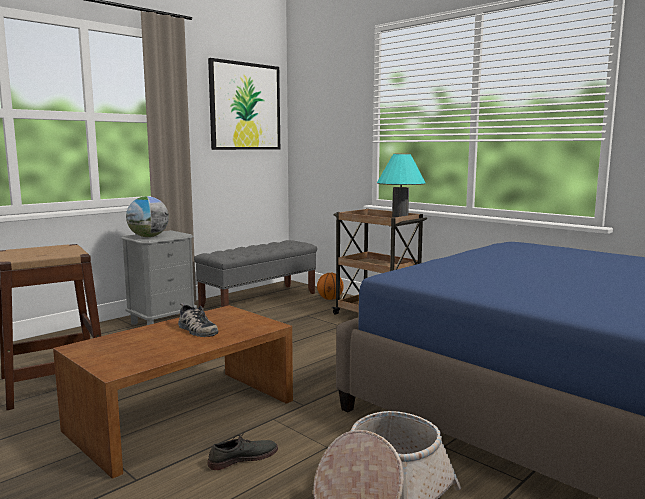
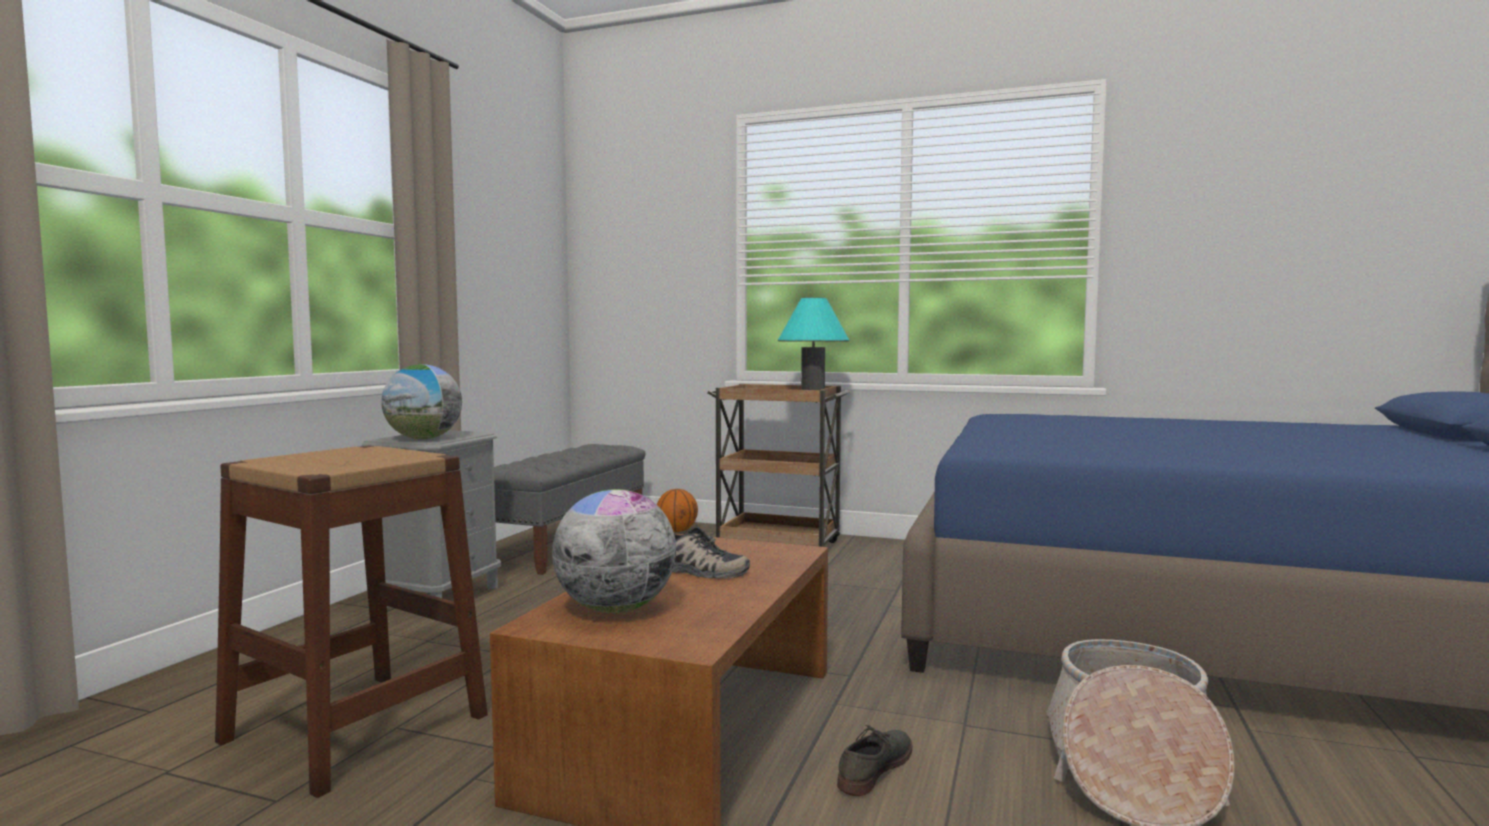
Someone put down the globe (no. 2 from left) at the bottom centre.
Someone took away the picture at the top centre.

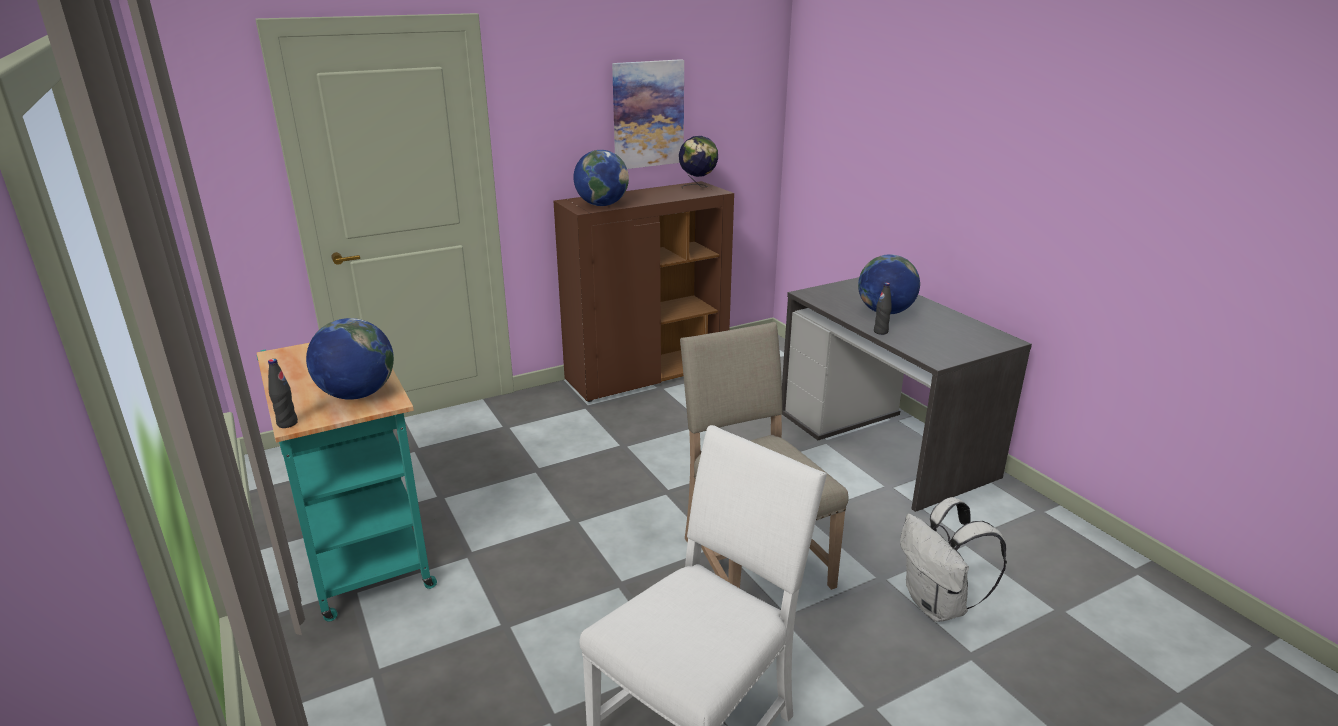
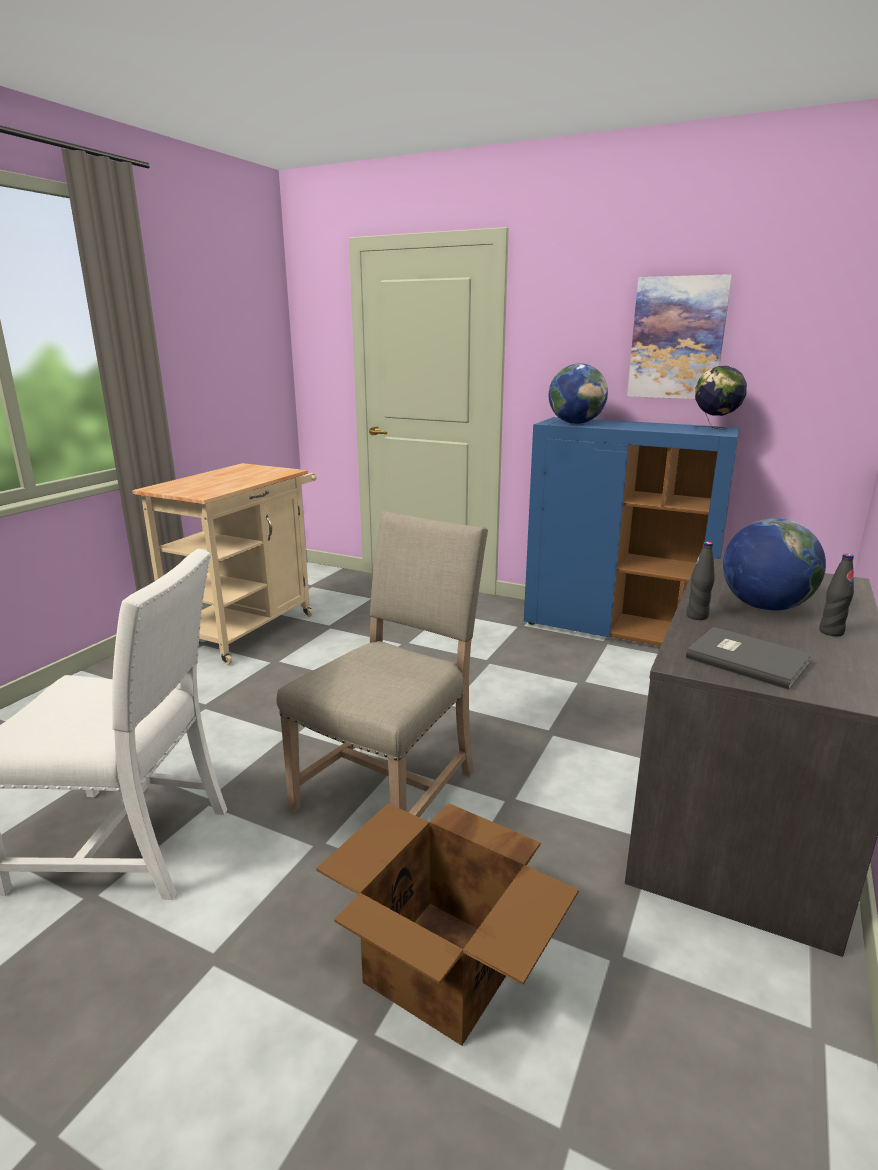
Someone repainted the turquoise cart at the middle left, which became the beige cart at the middle left.
Someone swapped the white backpack at the bottom right for the cardboard box at the bottom centre.
Someone repainted the brown cabinet at the centre, which became the blue cabinet at the middle right.
Someone put down the grey book at the middle right.
Someone carried the black bottle (no. 1 from left in the first image) from the middle left to the middle right.
Someone took away the globe (no. 1 from left) at the middle left.

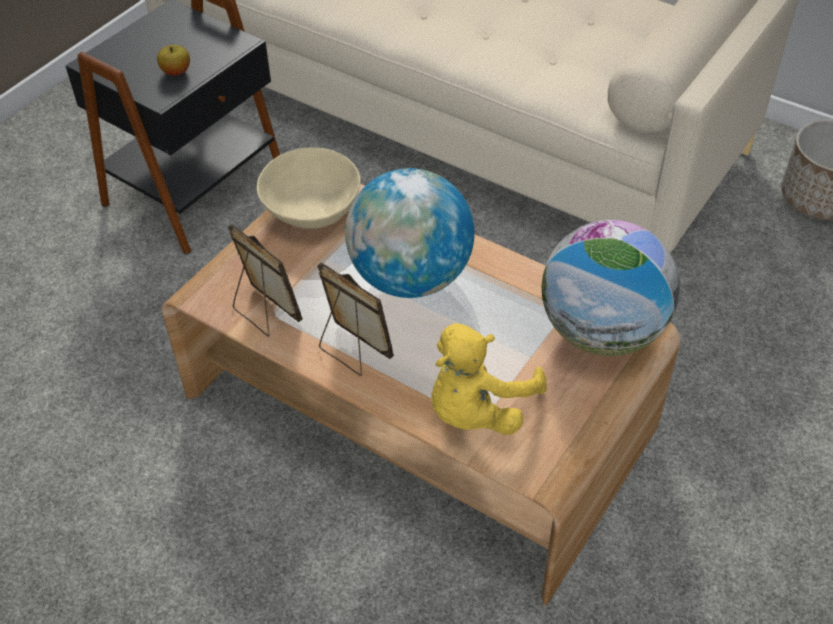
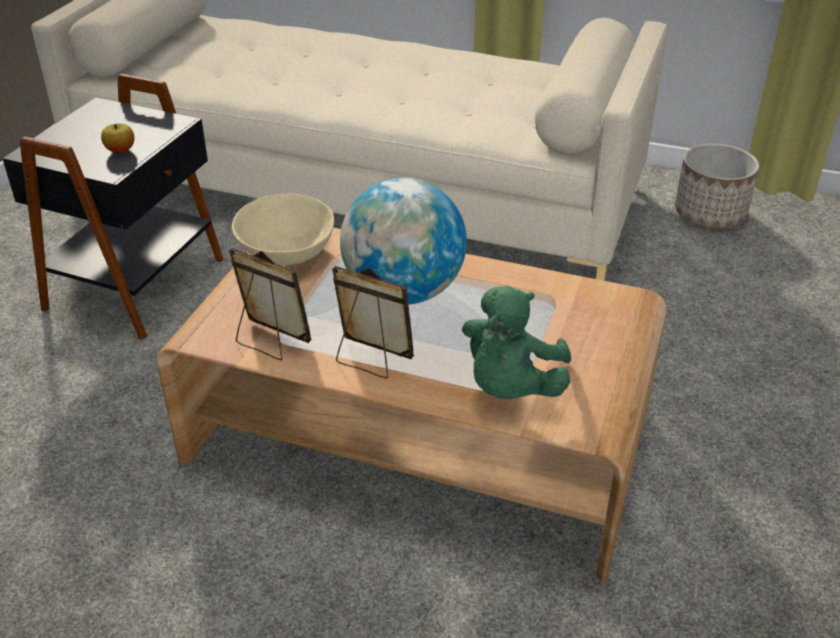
Someone repainted the yellow plush toy at the centre, which became the green plush toy at the centre.
Someone took away the globe (no. 2 from left) at the middle right.

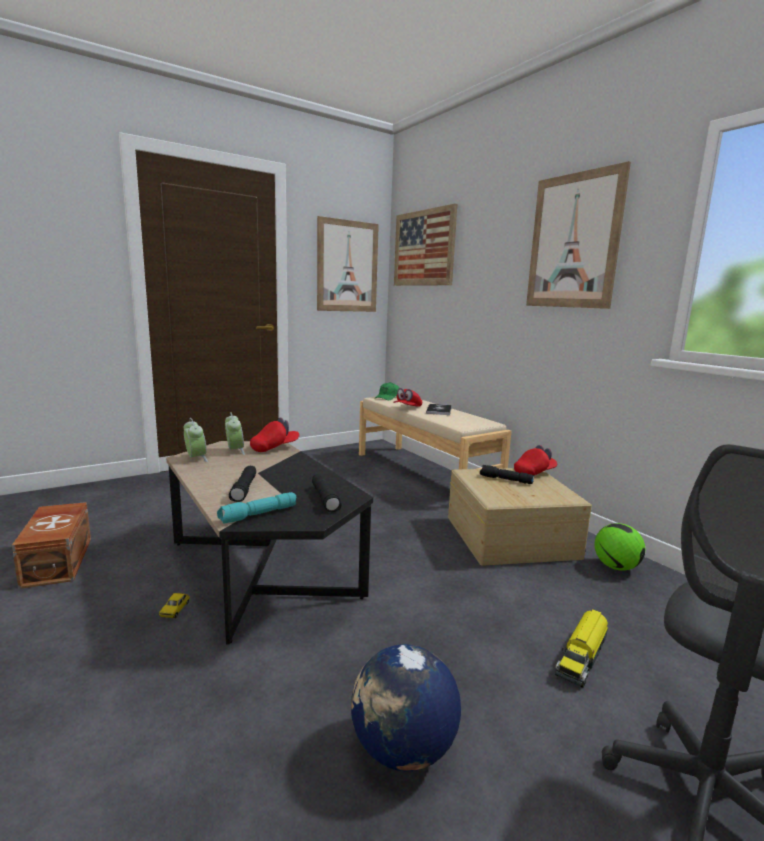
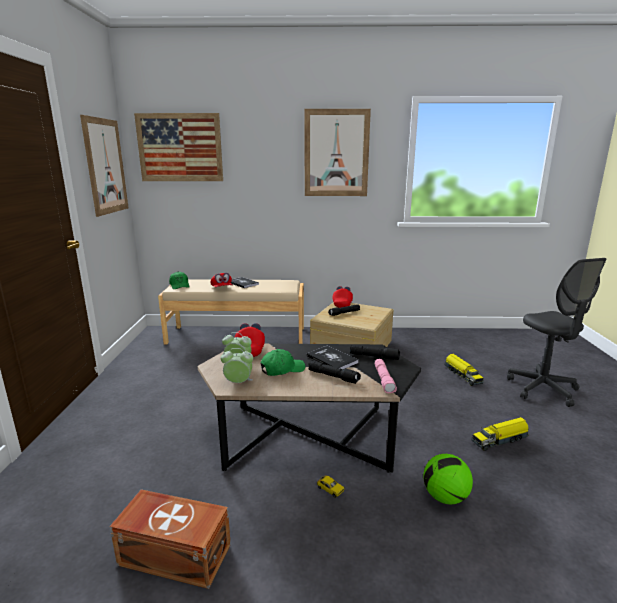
Someone put down the green cap (no. 2 from left) at the centre.
Someone put down the book (no. 2 from left) at the centre.
Someone repainted the turquoise flashlight at the centre, which became the pink flashlight at the centre.
Someone carried the football from the middle right to the bottom right.
Someone swapped the globe at the bottom centre for the toy truck (no. 2 from left) at the bottom right.

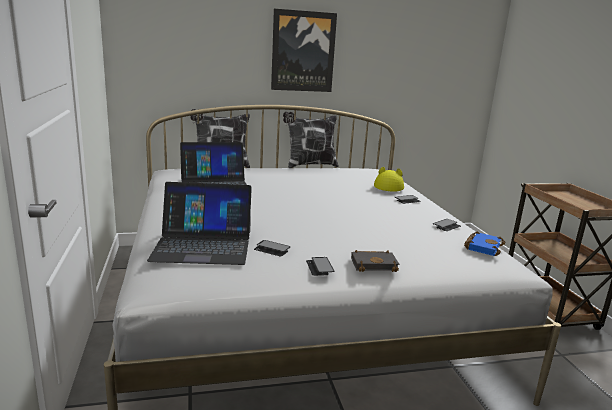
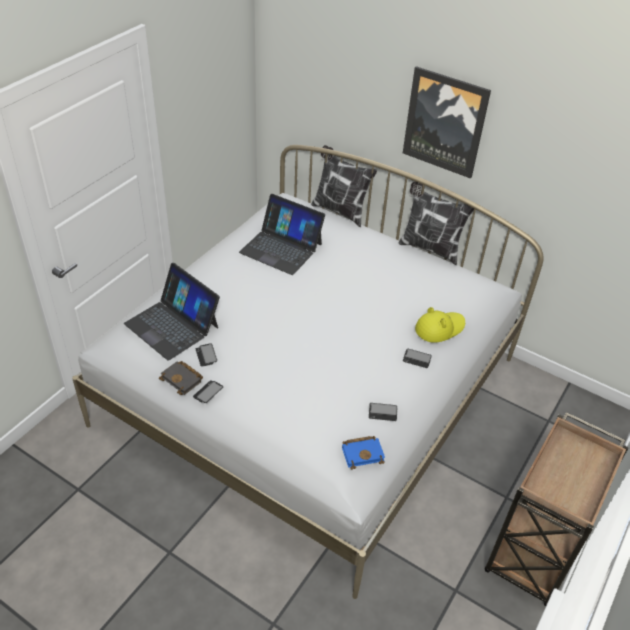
Someone carried the black book from the centre to the middle left.

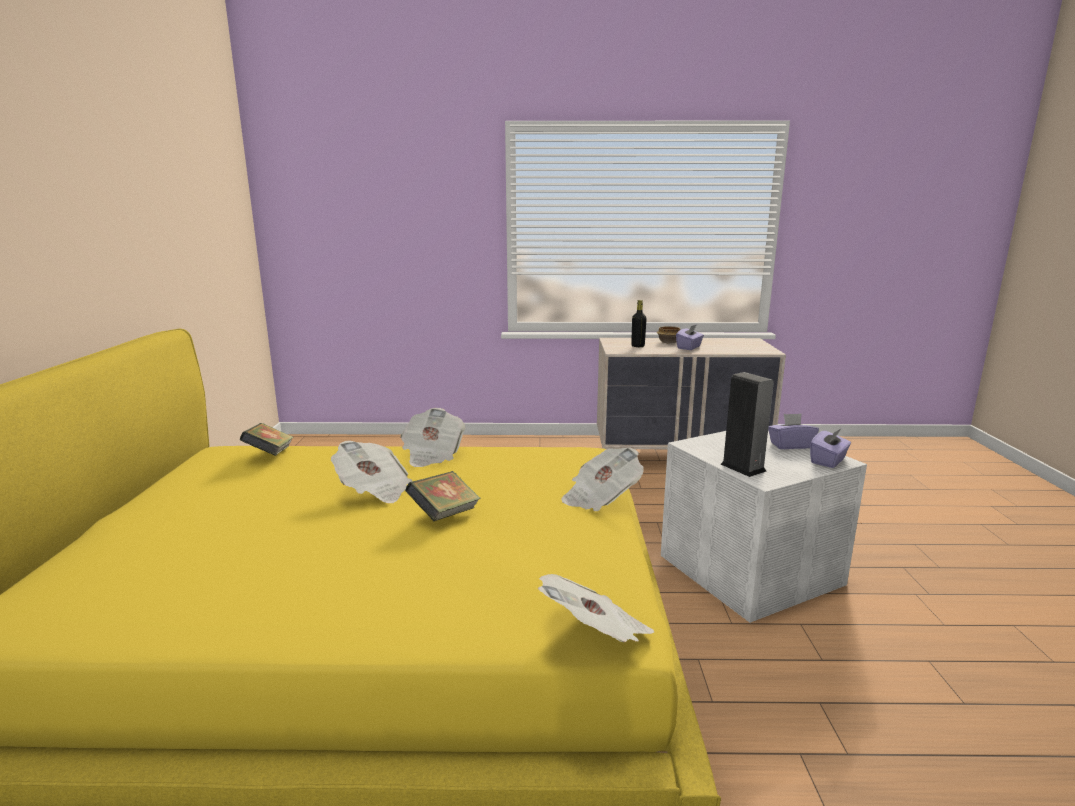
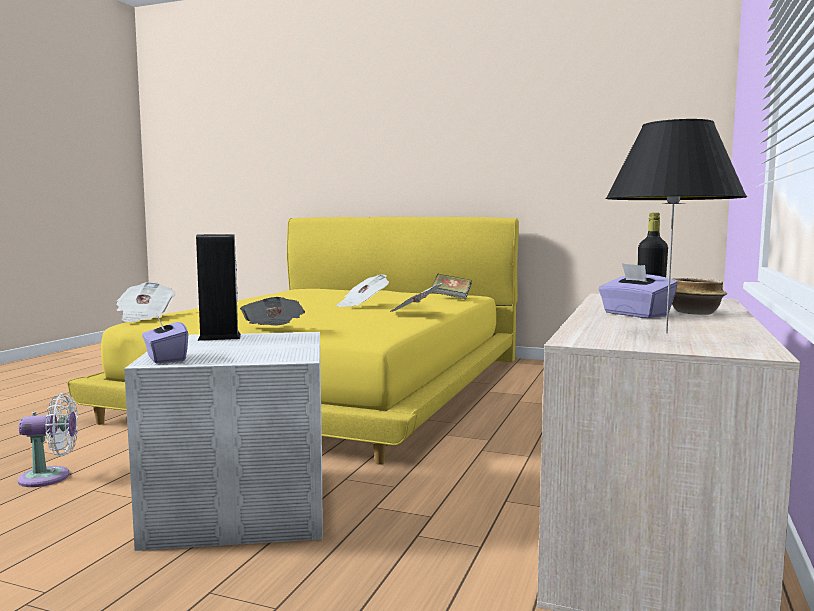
Someone put down the white fan at the bottom left.
Someone put down the black table lamp at the middle right.
Someone took away the book (no. 2 from left) at the centre.
Someone took away the purple tissue box (no. 2 from left) at the middle right.

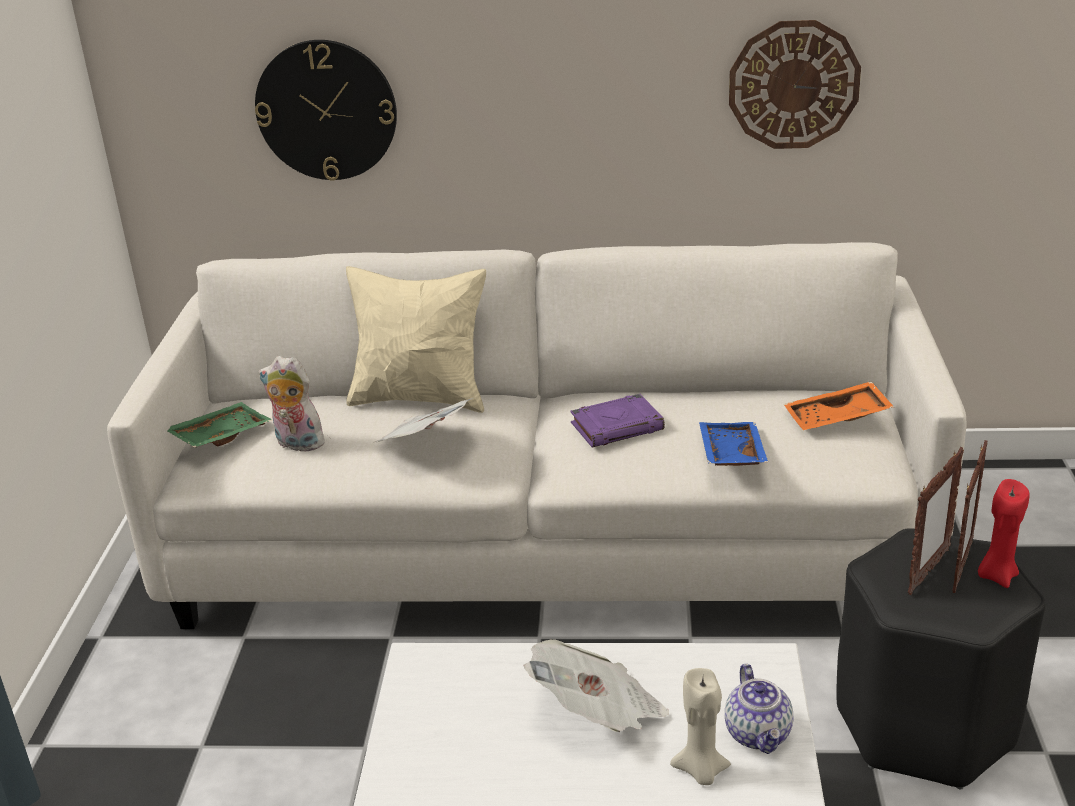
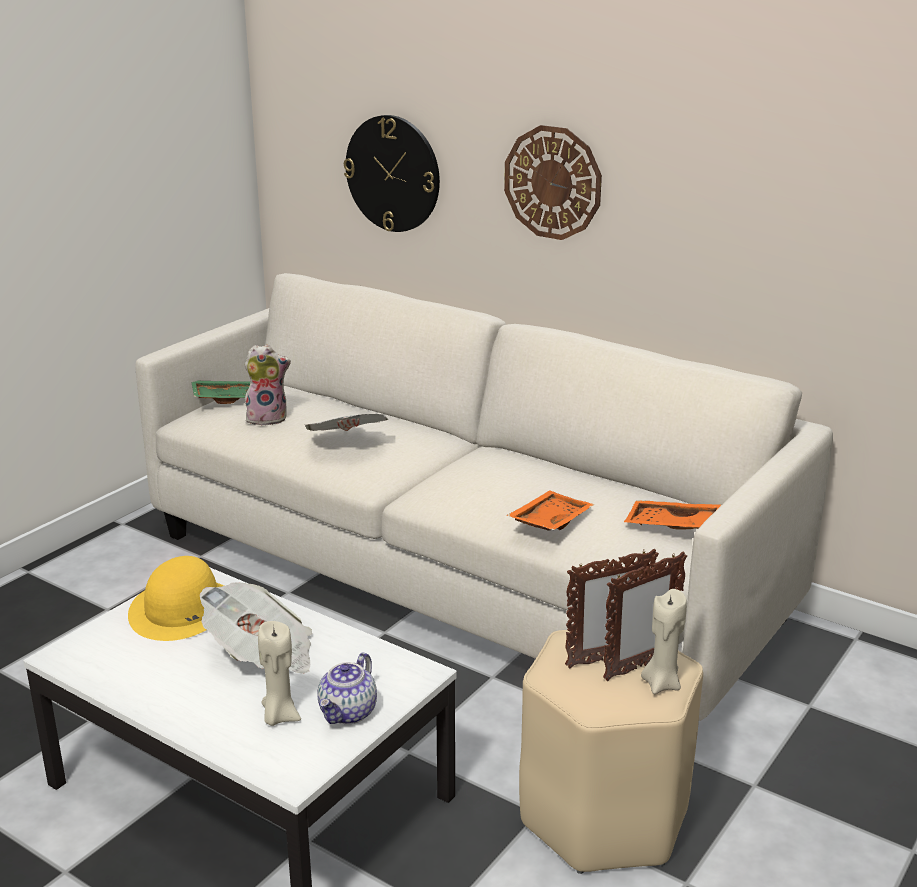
Someone put down the yellow hat at the bottom left.
Someone rotated the plush toy at the middle left by 120 degrees clockwise.
Someone carried the wall clock (no. 2 from left) from the top right to the top centre.
Someone repainted the blue tray at the middle right, which became the orange tray (no. 1 from left) at the centre.
Someone repainted the black stool at the bottom right, which became the beige stool at the bottom centre.
Someone repainted the red candle at the middle right, which became the beige candle (no. 2 from left) at the bottom right.
Someone took away the beige pillow at the centre.
Someone took away the purple book at the centre.

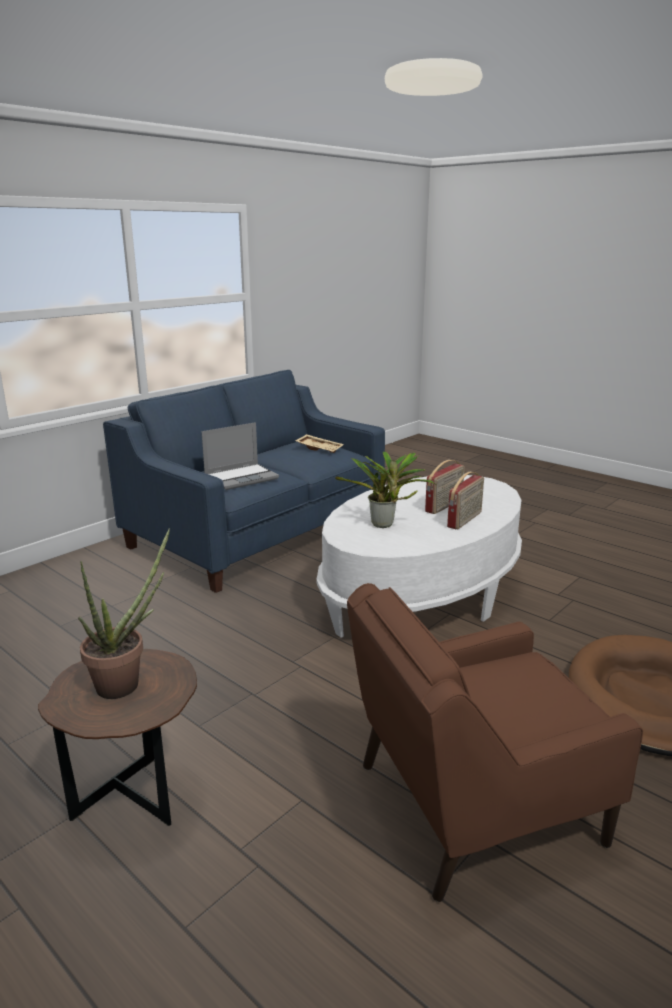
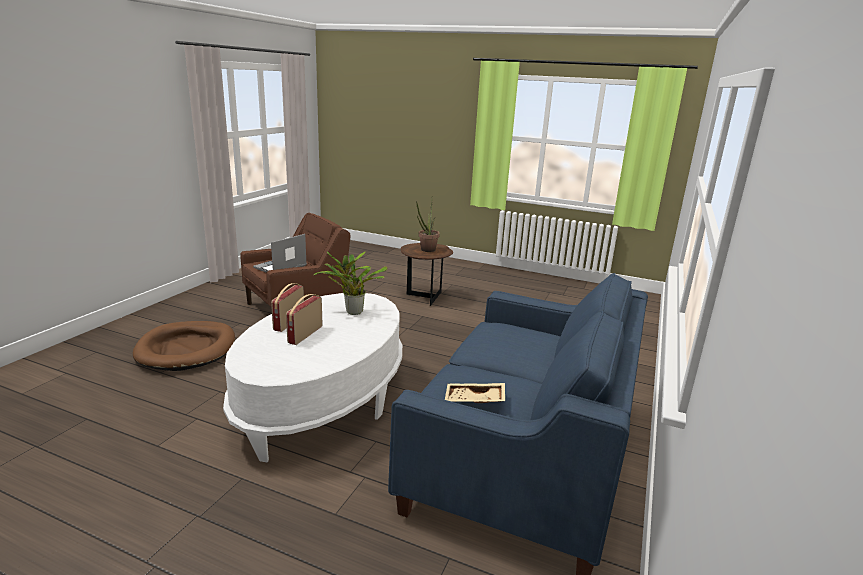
Someone carried the laptop from the centre to the middle left.

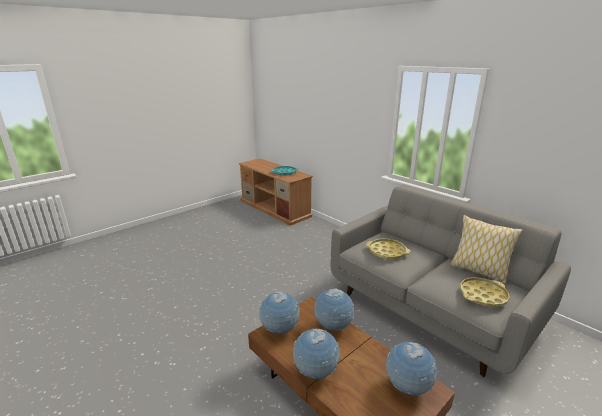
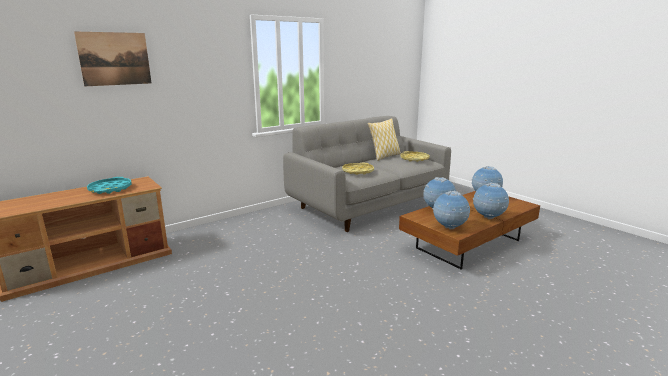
Someone put up the picture at the top left.

